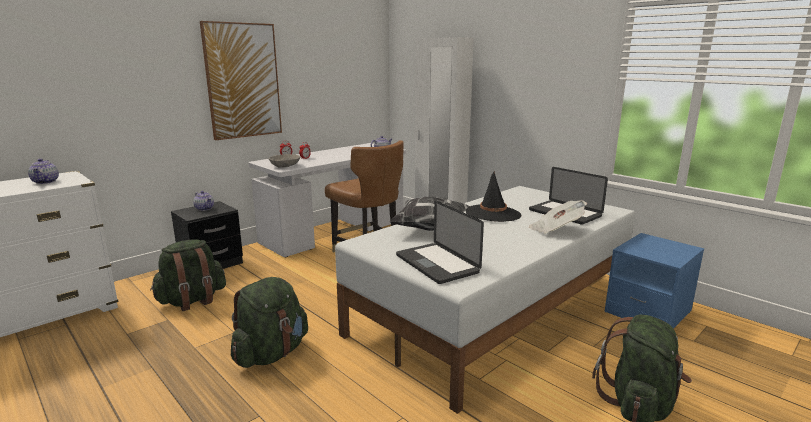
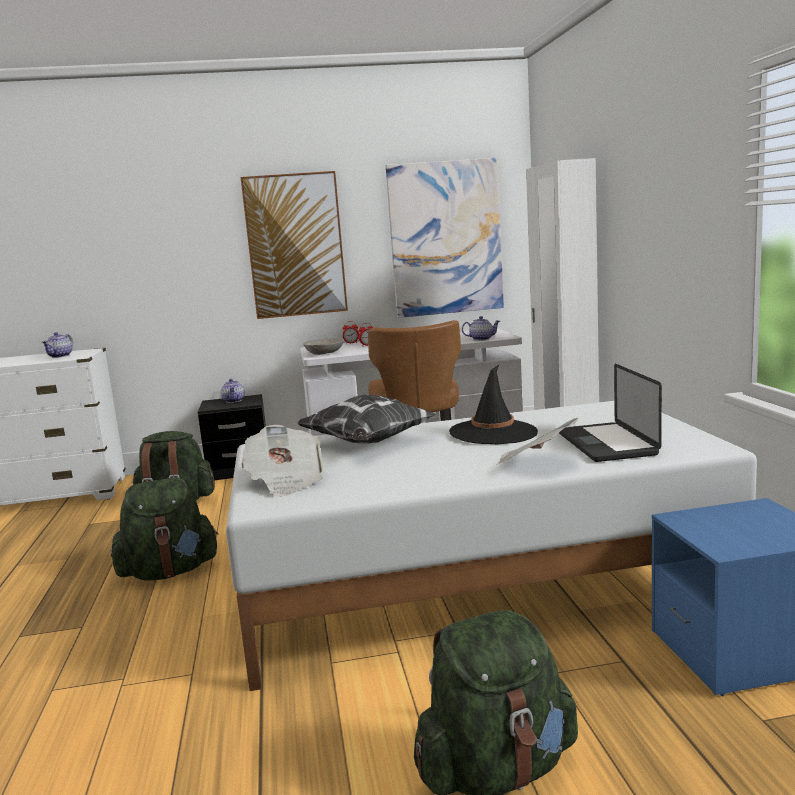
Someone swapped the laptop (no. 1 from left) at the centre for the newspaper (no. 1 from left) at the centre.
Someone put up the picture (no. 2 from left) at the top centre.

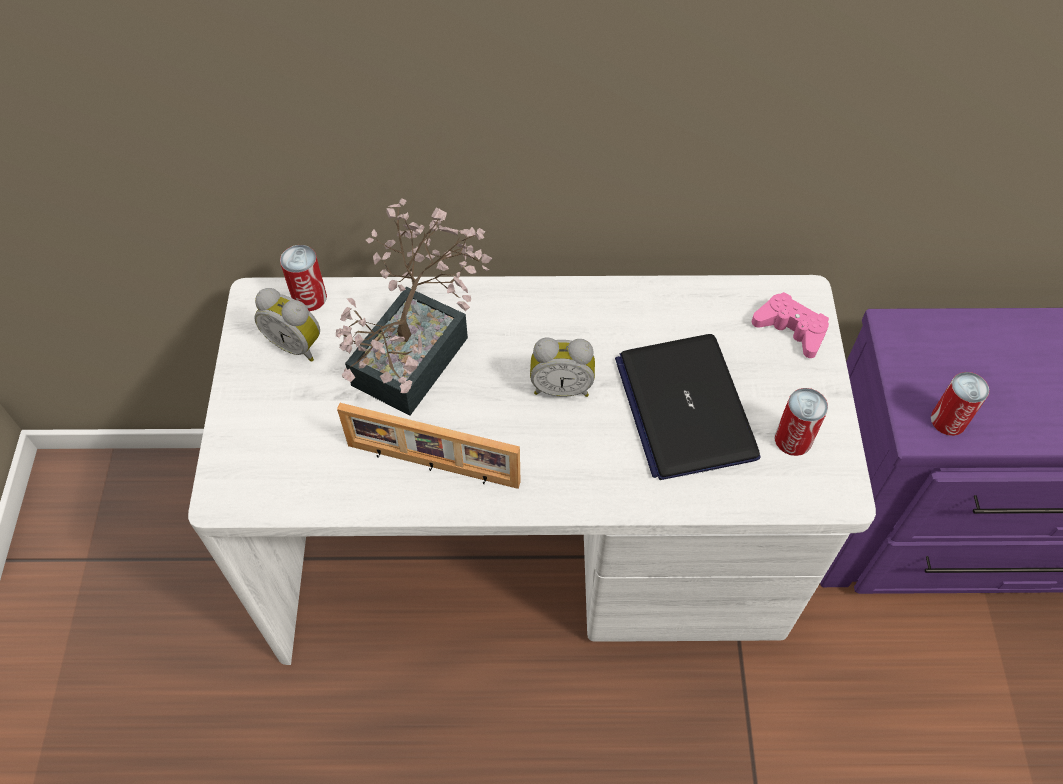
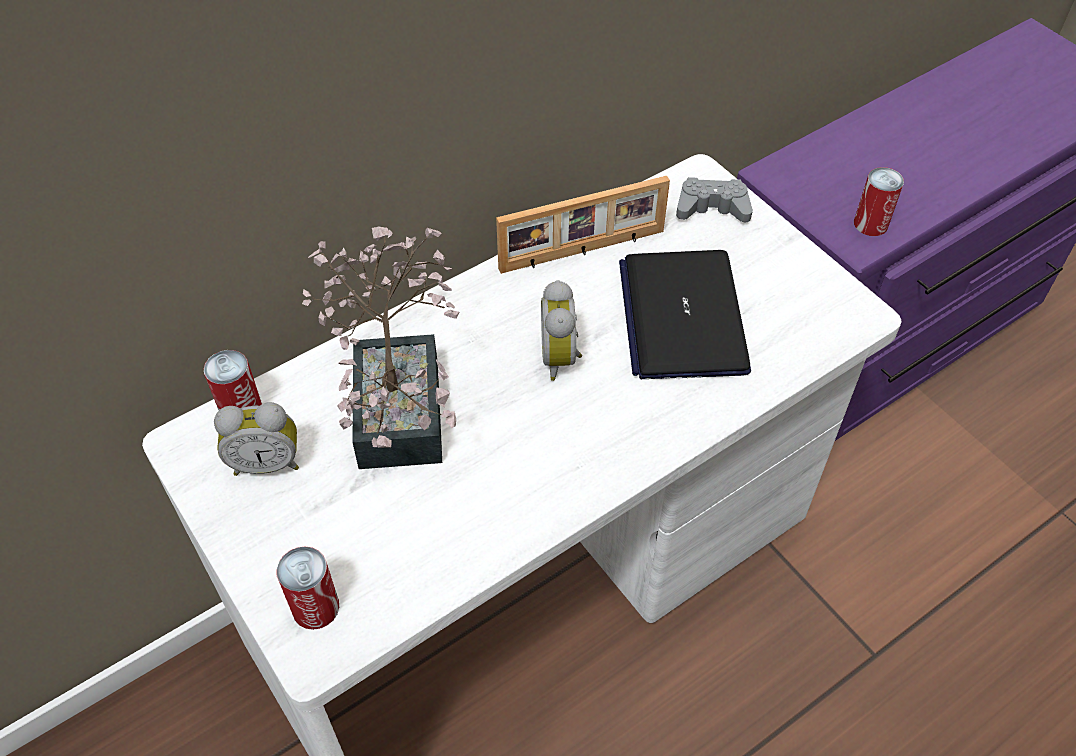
Someone carried the can (no. 2 from left) from the middle right to the bottom left.
Someone carried the picture frame from the centre to the top centre.
Someone rotated the alarm clock (no. 2 from left) at the centre by 120 degrees clockwise.
Someone rotated the laptop at the centre by 45 degrees clockwise.
Someone repainted the pink game controller at the middle right, which became the grey game controller at the top centre.

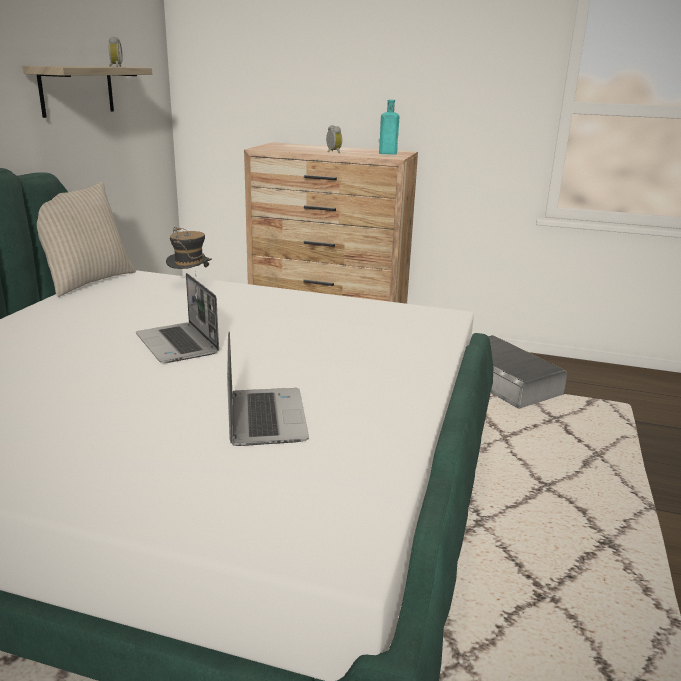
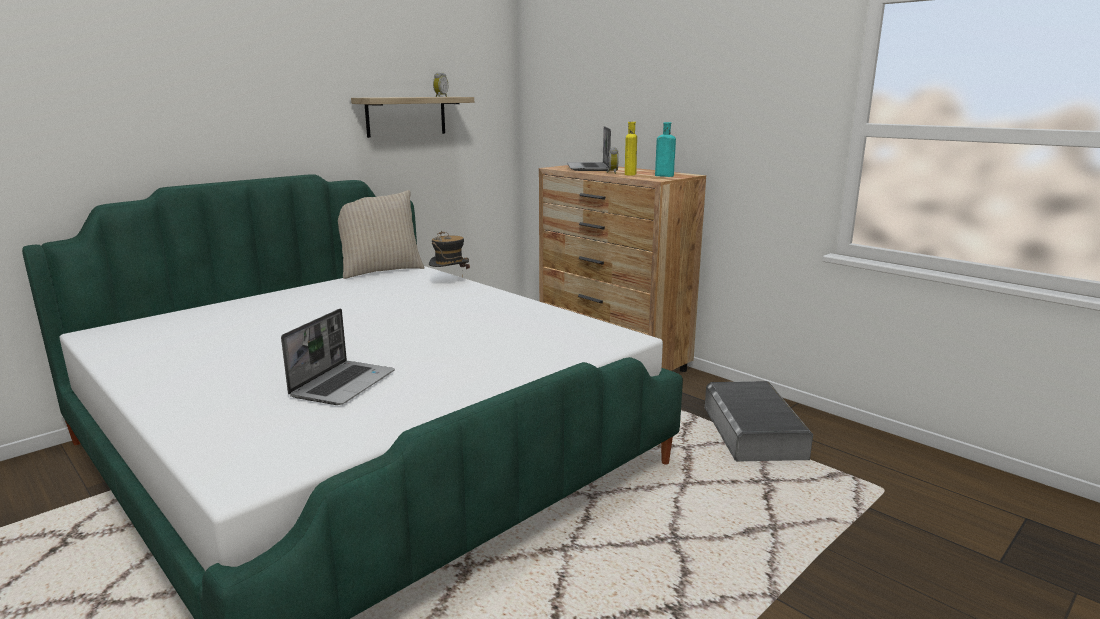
Someone carried the laptop (no. 1 from left in the first image) from the middle left to the top centre.
Someone put down the yellow bottle at the top centre.

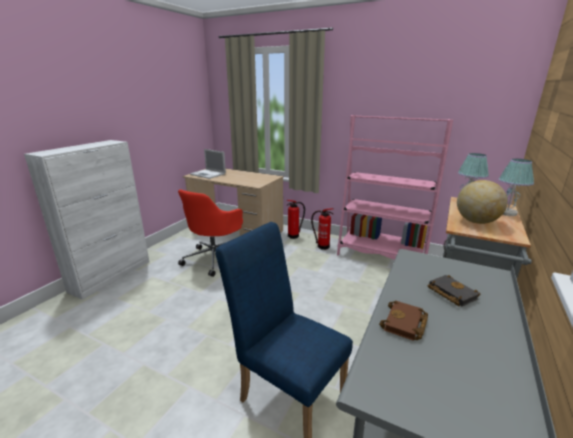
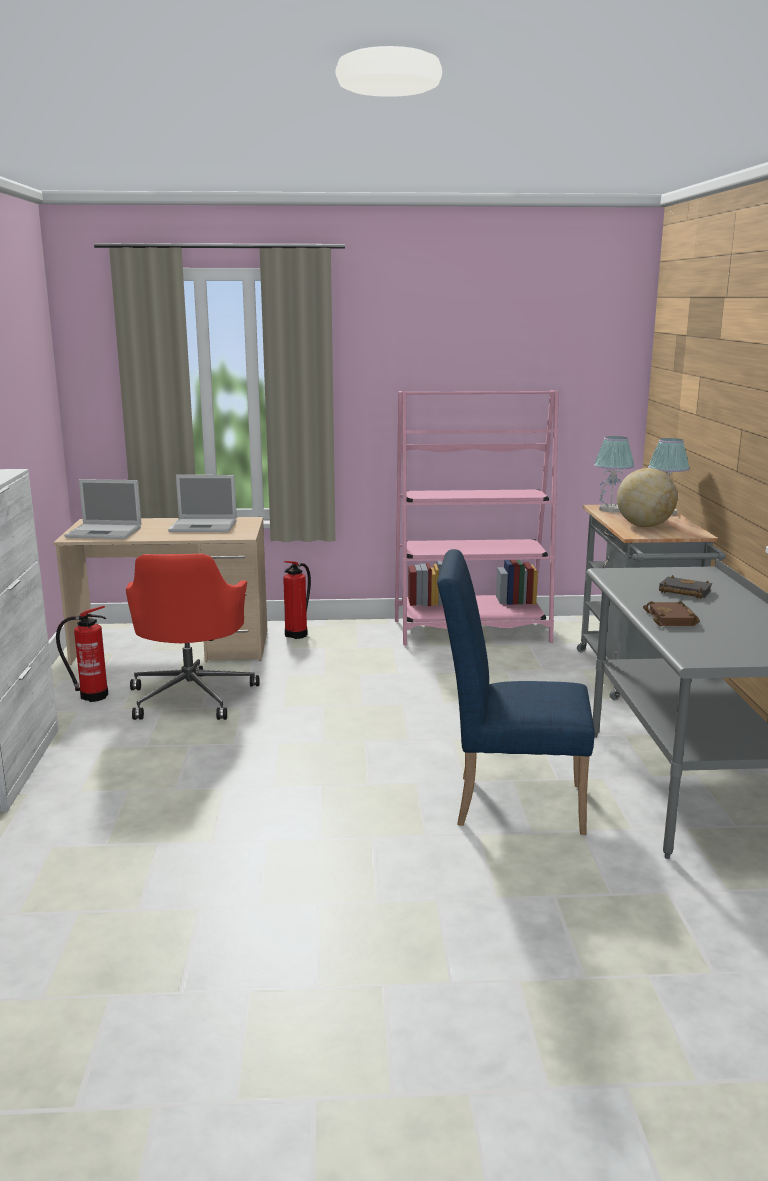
Someone carried the fire extinguisher (no. 2 from left in the first image) from the centre to the middle left.
Someone put down the laptop (no. 2 from left) at the middle left.

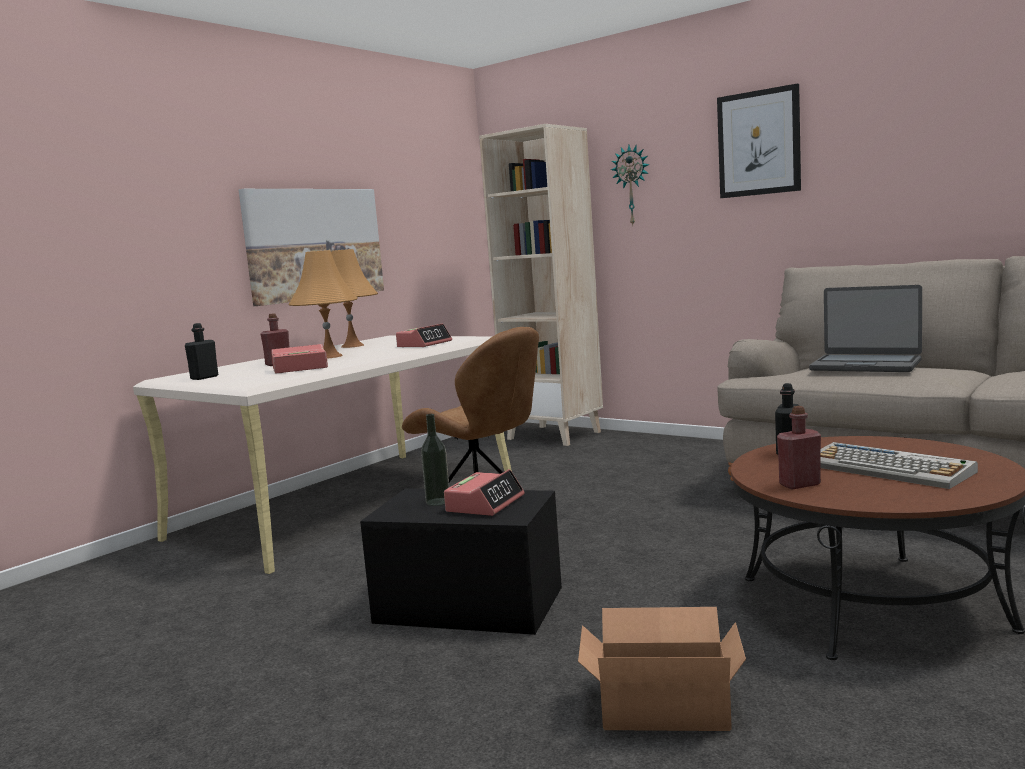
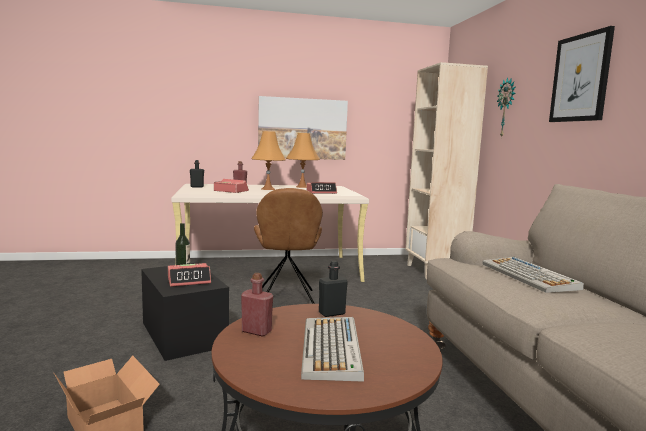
Someone swapped the laptop at the middle right for the keyboard (no. 2 from left) at the middle right.

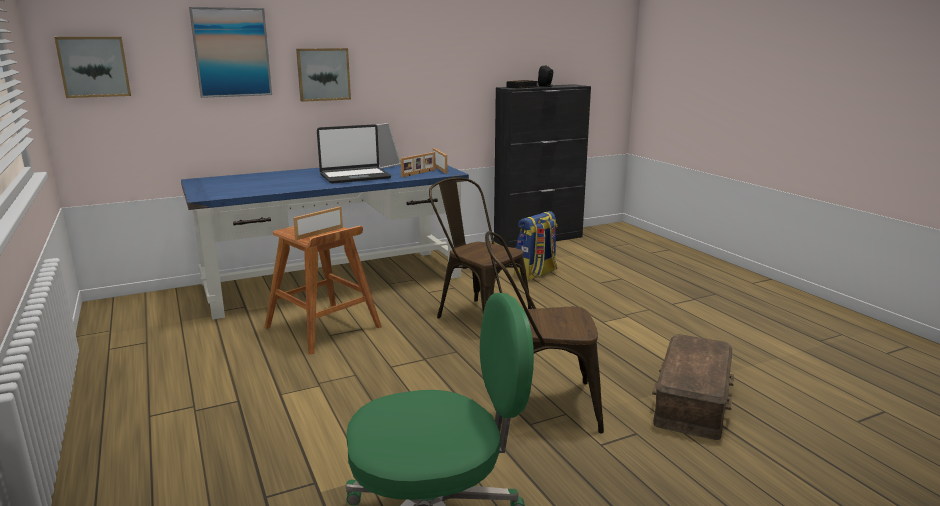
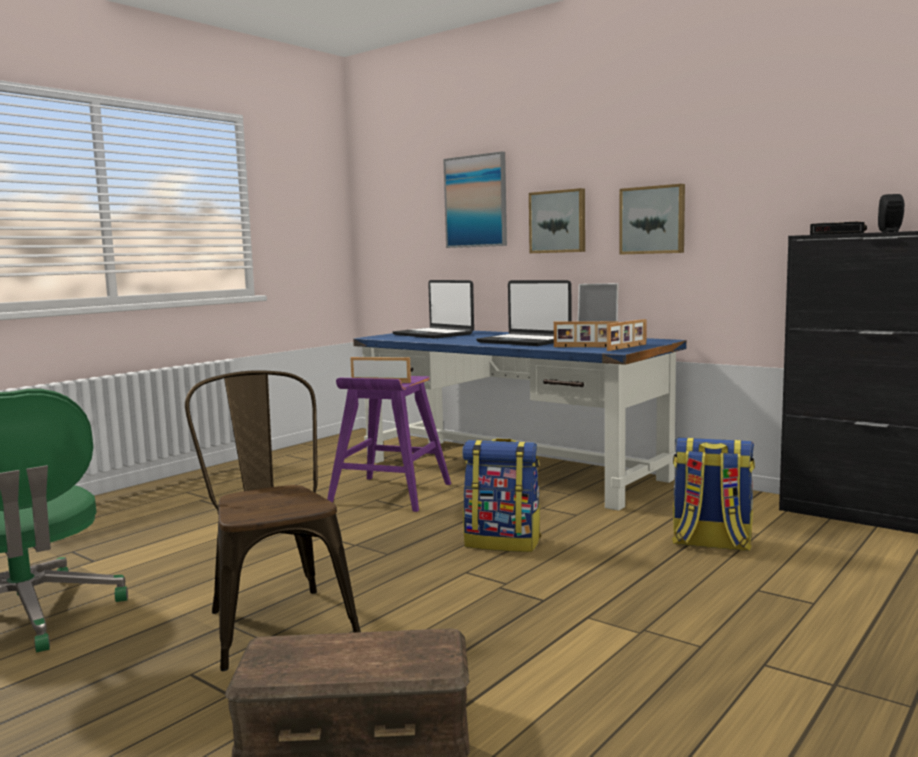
Someone repainted the brown stool at the centre, which became the purple stool at the centre.
Someone put down the laptop (no. 1 from left) at the centre.
Someone swapped the brown chair (no. 1 from left) at the centre for the backpack (no. 1 from left) at the centre.
Someone carried the picture (no. 1 from left in the first image) from the top left to the top right.

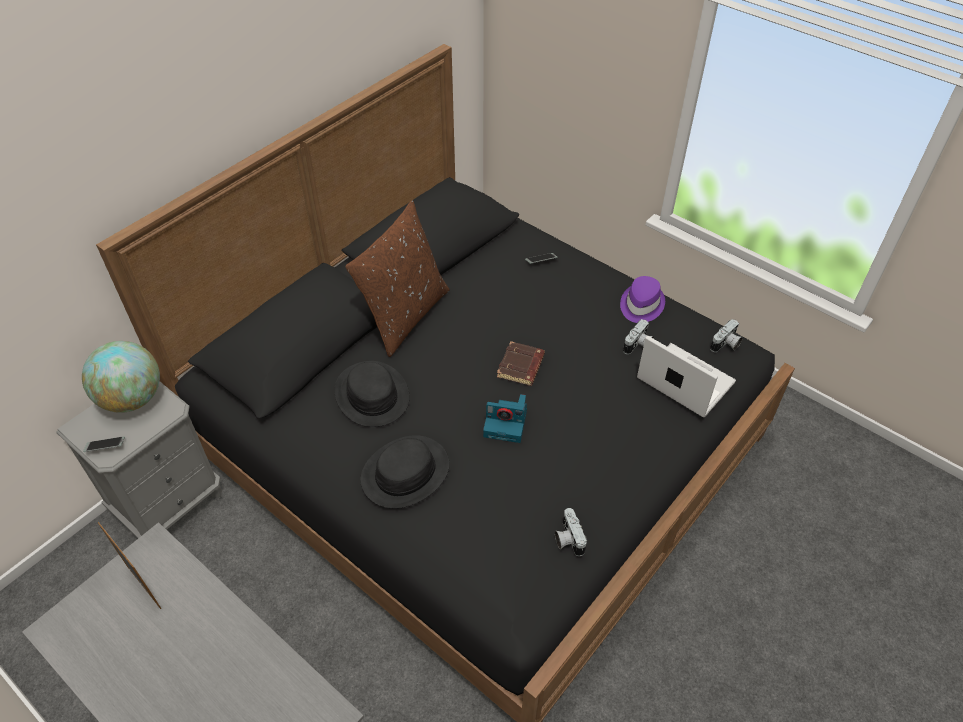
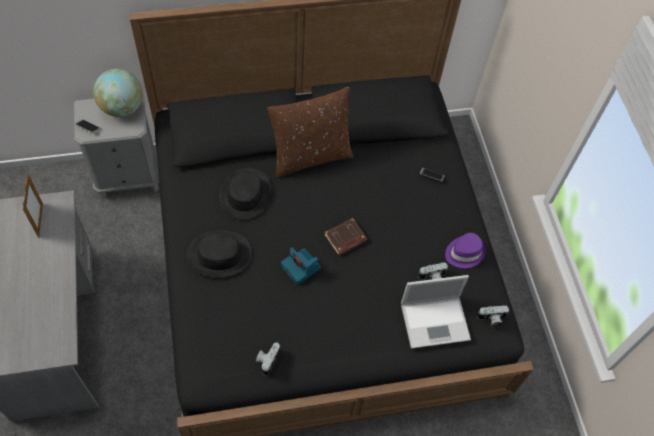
Someone rotated the laptop at the middle right by 90 degrees clockwise.

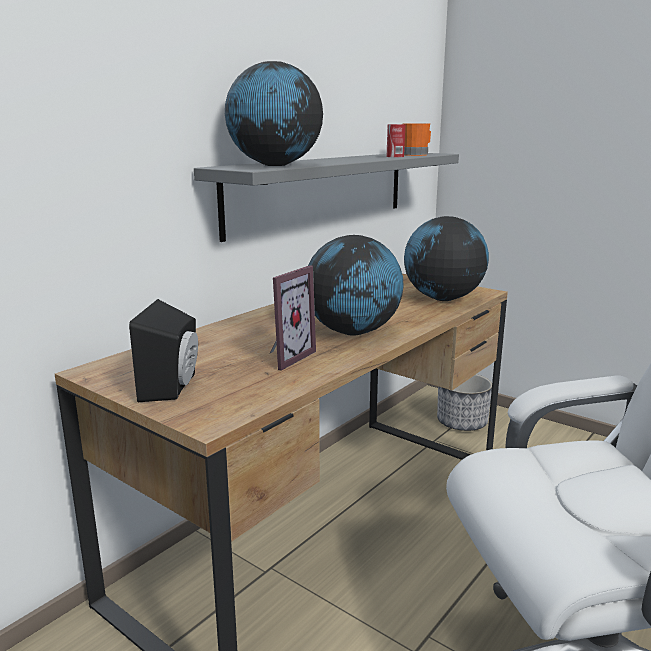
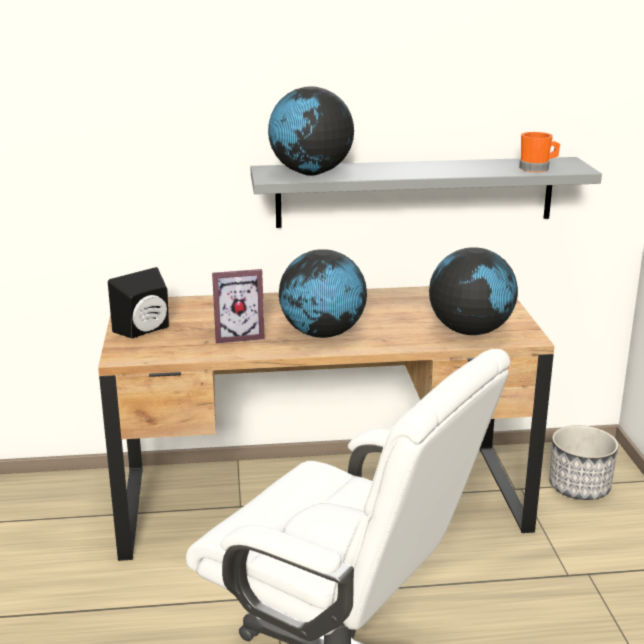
Someone took away the can at the top centre.

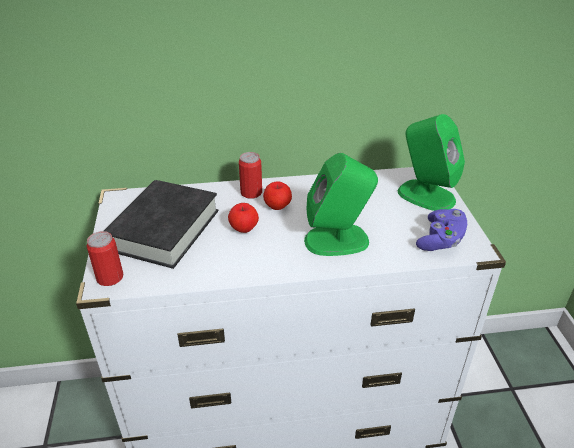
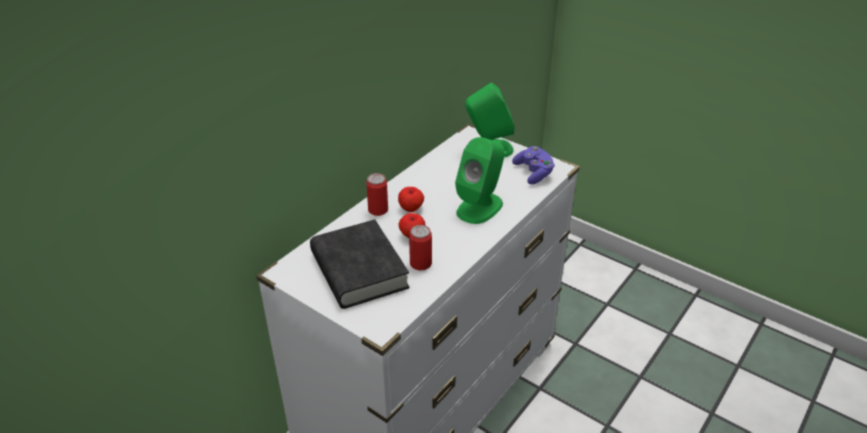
Someone carried the can (no. 1 from left in the first image) from the middle left to the centre.

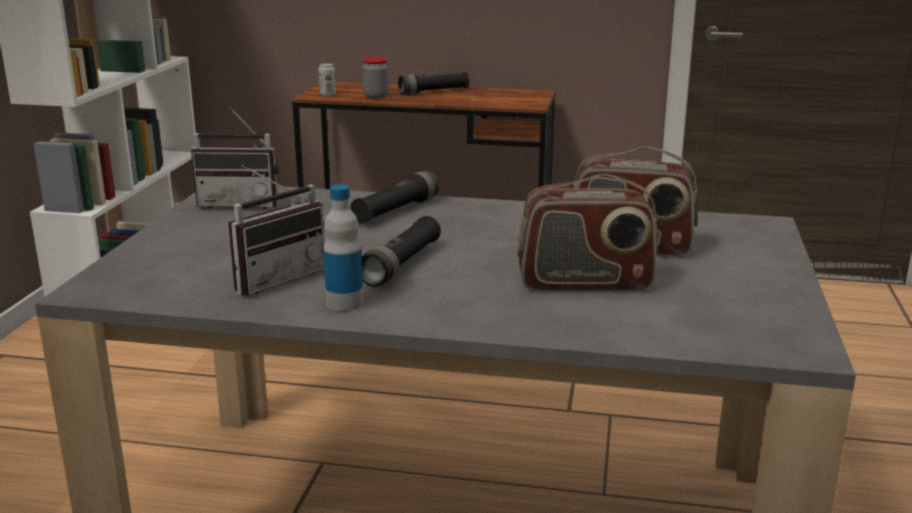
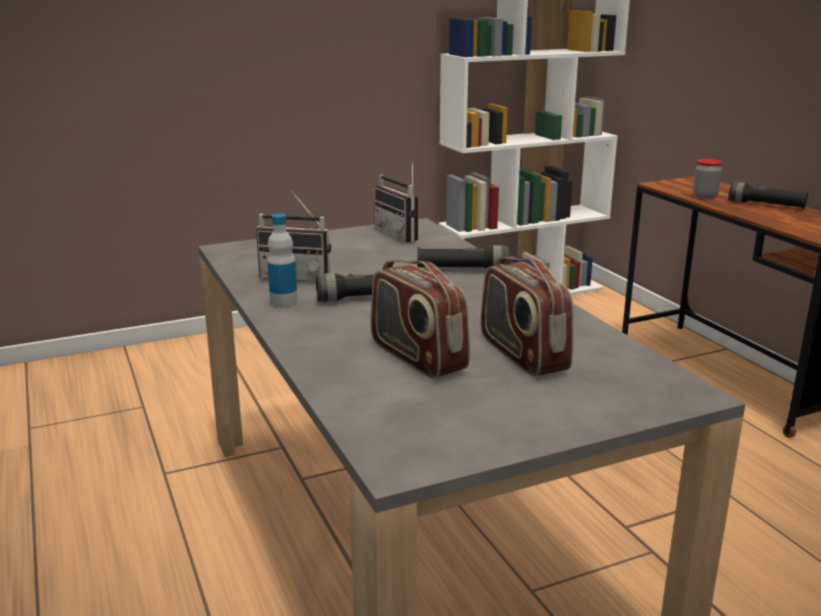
Someone took away the can at the top centre.

